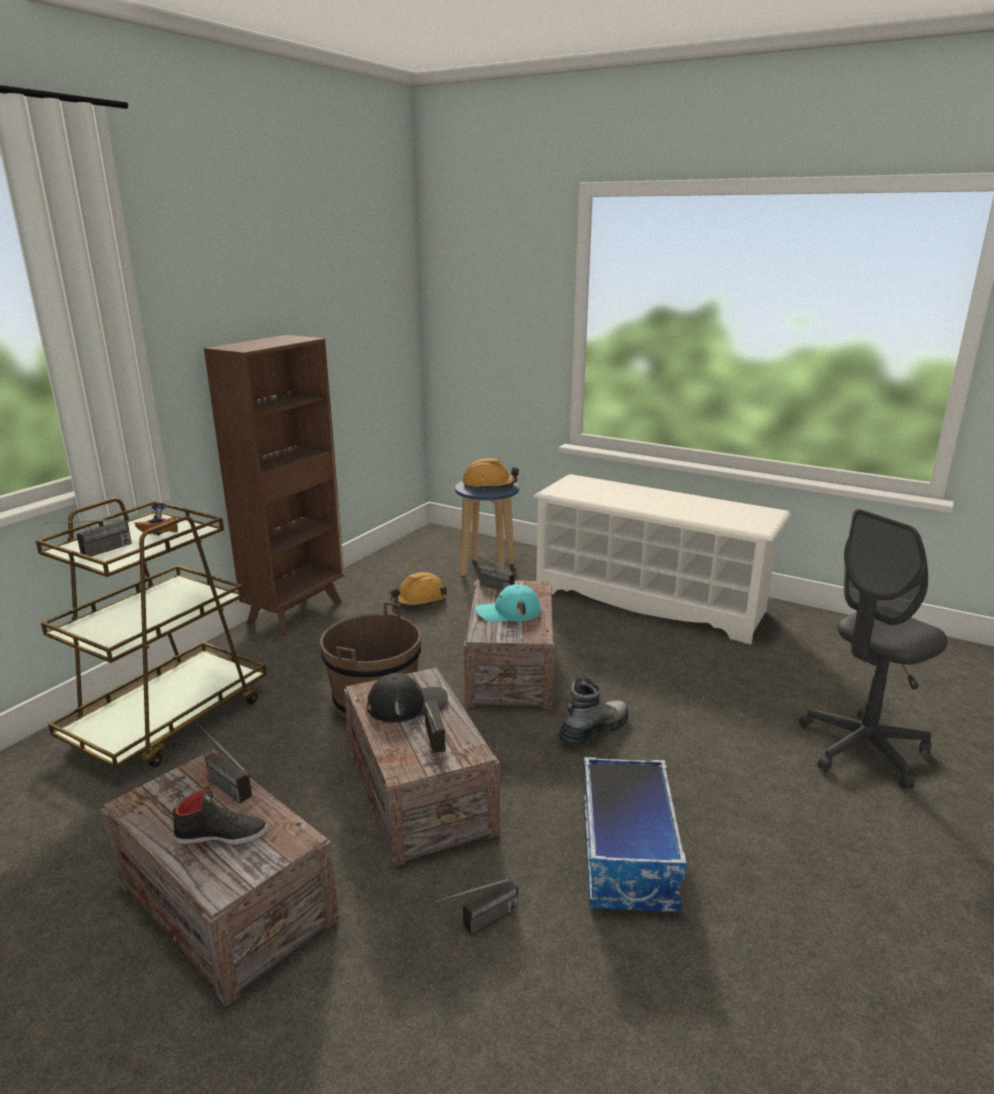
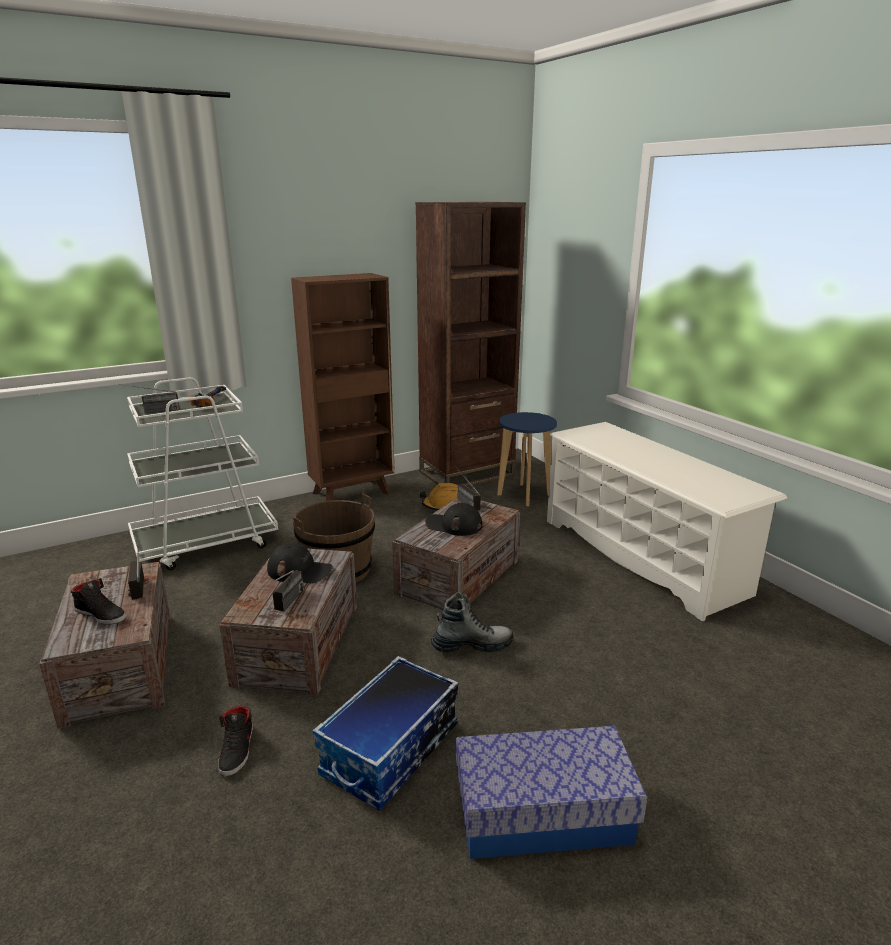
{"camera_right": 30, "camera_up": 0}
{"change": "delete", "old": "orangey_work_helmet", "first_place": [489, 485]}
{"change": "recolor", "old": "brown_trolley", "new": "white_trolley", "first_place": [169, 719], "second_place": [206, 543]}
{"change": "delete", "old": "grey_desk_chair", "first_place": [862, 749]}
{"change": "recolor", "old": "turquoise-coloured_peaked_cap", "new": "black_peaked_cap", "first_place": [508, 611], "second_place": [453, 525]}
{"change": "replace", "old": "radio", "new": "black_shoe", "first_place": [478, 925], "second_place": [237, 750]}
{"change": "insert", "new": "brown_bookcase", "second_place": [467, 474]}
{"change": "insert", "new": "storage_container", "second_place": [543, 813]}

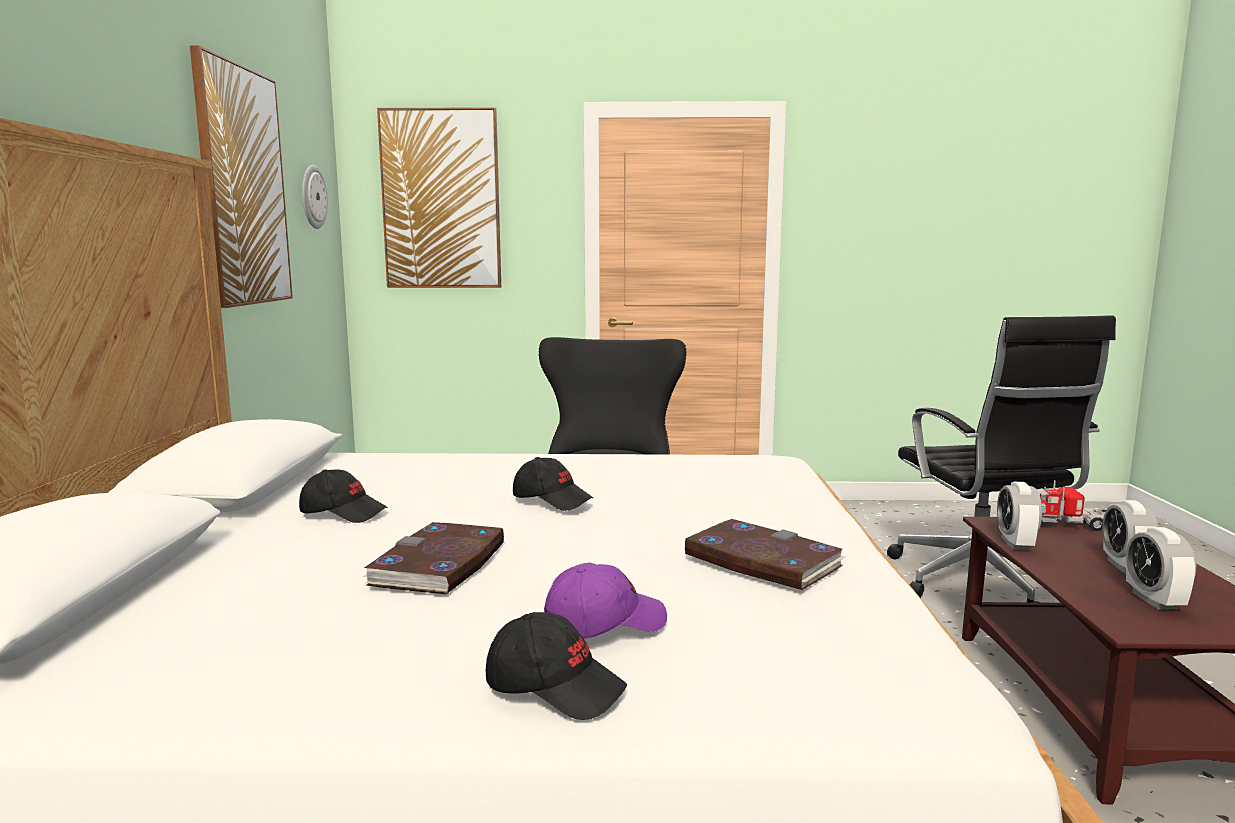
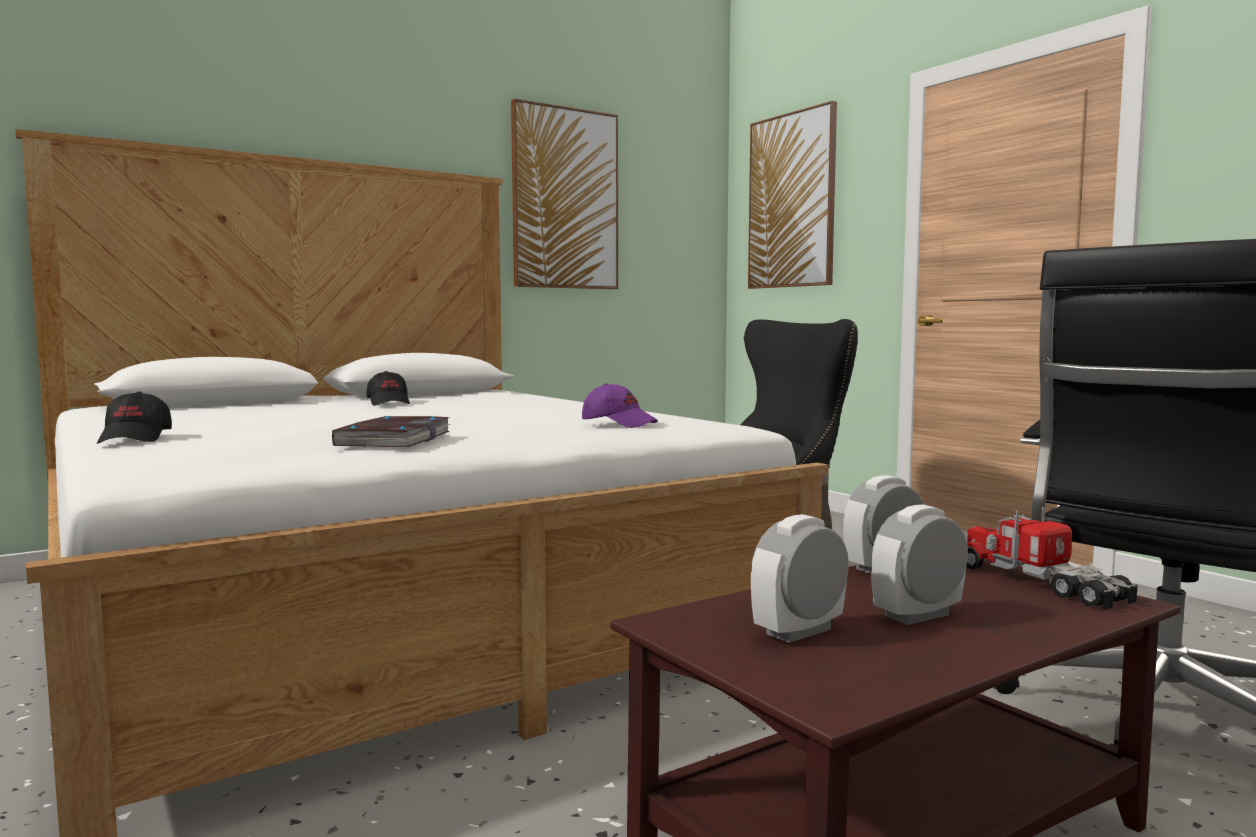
{"camera_right": 55, "camera_up": -5}
{"change": "delete", "old": "wall_clock", "first_place": [312, 197]}
{"change": "delete", "old": "black_peaked_cap", "first_place": [552, 500]}
{"change": "delete", "old": "book", "first_place": [439, 564]}
{"change": "move", "old": "purple_peaked_cap", "first_place": [604, 623], "second_place": [619, 424]}

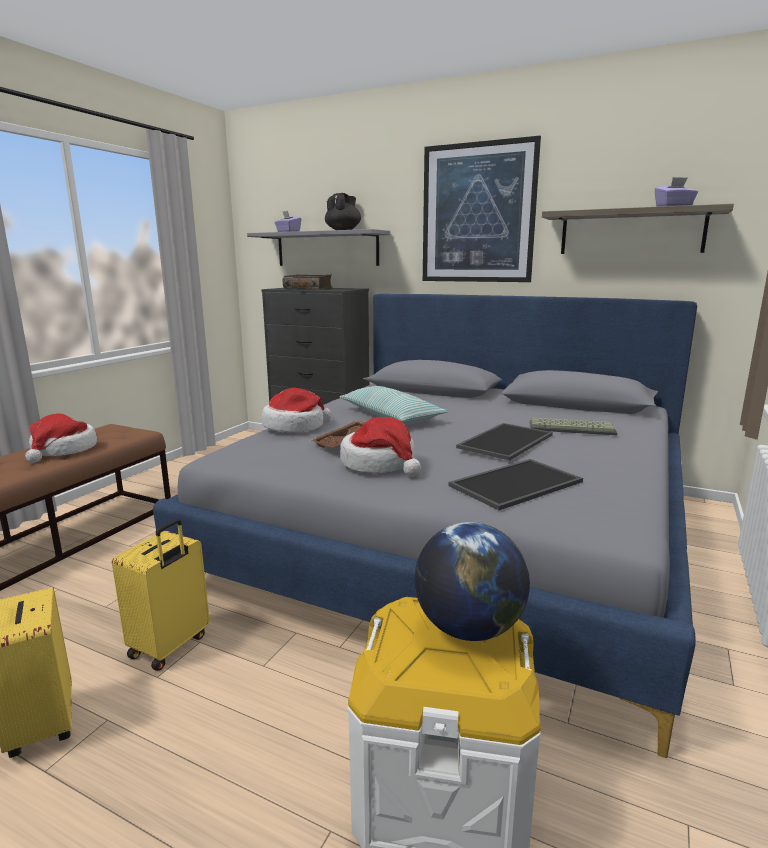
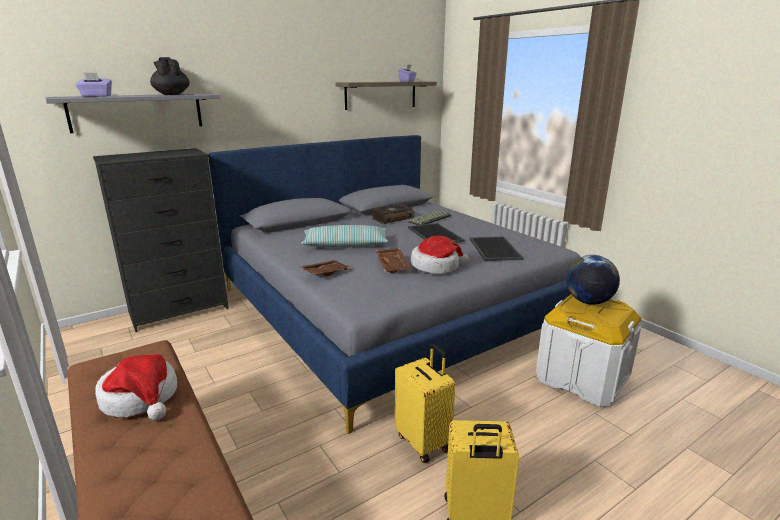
{"camera_right": -60, "camera_up": 5}
{"change": "delete", "old": "wall_art", "first_place": [478, 214]}
{"change": "move", "old": "book", "first_place": [308, 288], "second_place": [392, 219]}
{"change": "replace", "old": "clothing_hat", "new": "brown_carrying_tray", "first_place": [295, 426], "second_place": [325, 273]}

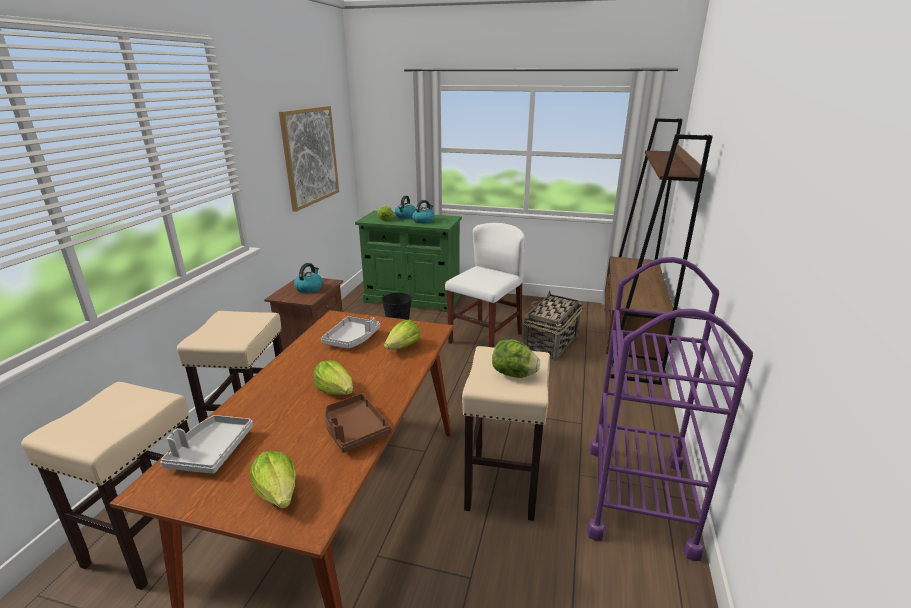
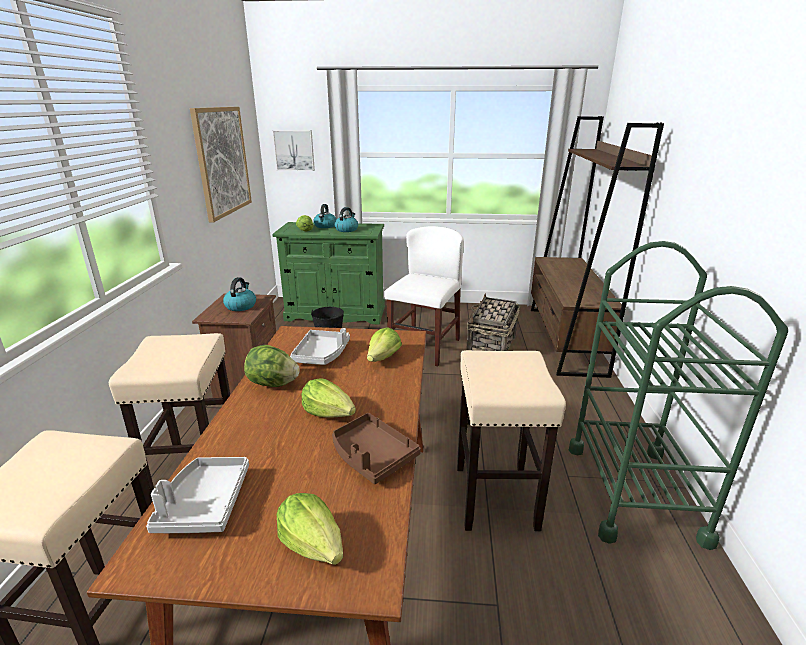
{"camera_right": -10, "camera_up": 0}
{"change": "recolor", "old": "purple_trolley", "new": "green-coloured_trolley", "first_place": [638, 497], "second_place": [633, 491]}
{"change": "move", "old": "lettuce", "first_place": [513, 374], "second_place": [273, 384]}
{"change": "insert", "new": "wall_art", "second_place": [294, 150]}

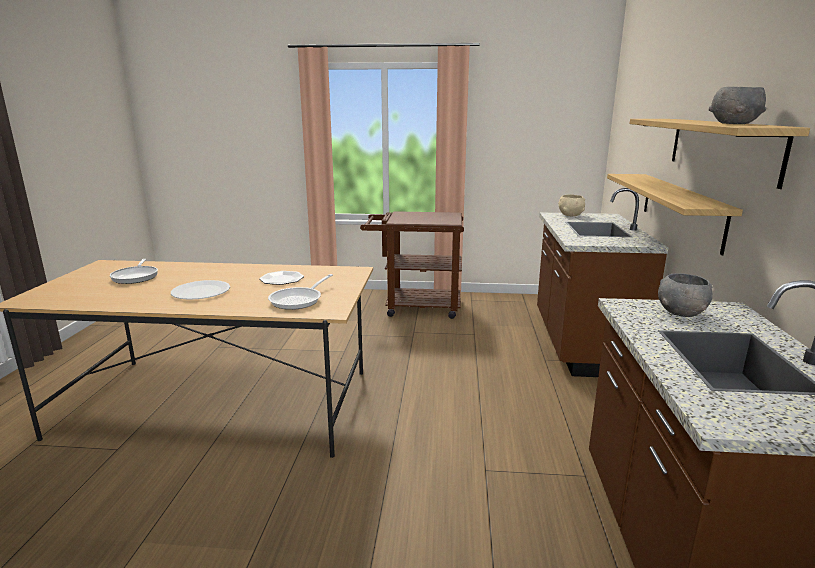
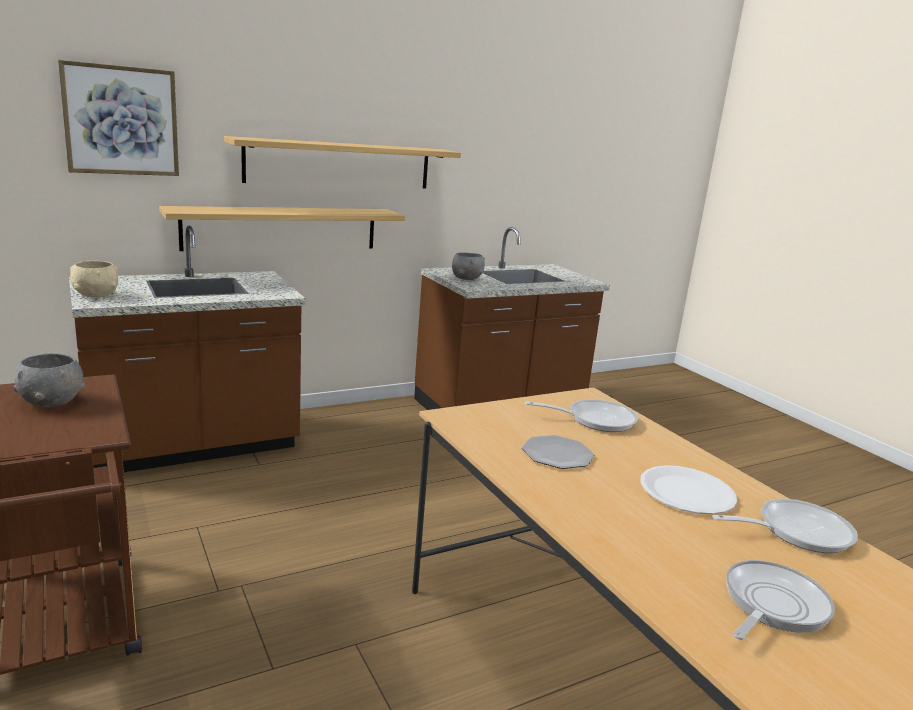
{"camera_right": -125, "camera_up": 0}
{"change": "move", "old": "grey_bowl", "first_place": [733, 124], "second_place": [51, 402]}
{"change": "insert", "new": "wall_art", "second_place": [121, 120]}
{"change": "insert", "new": "skillet", "second_place": [795, 531]}

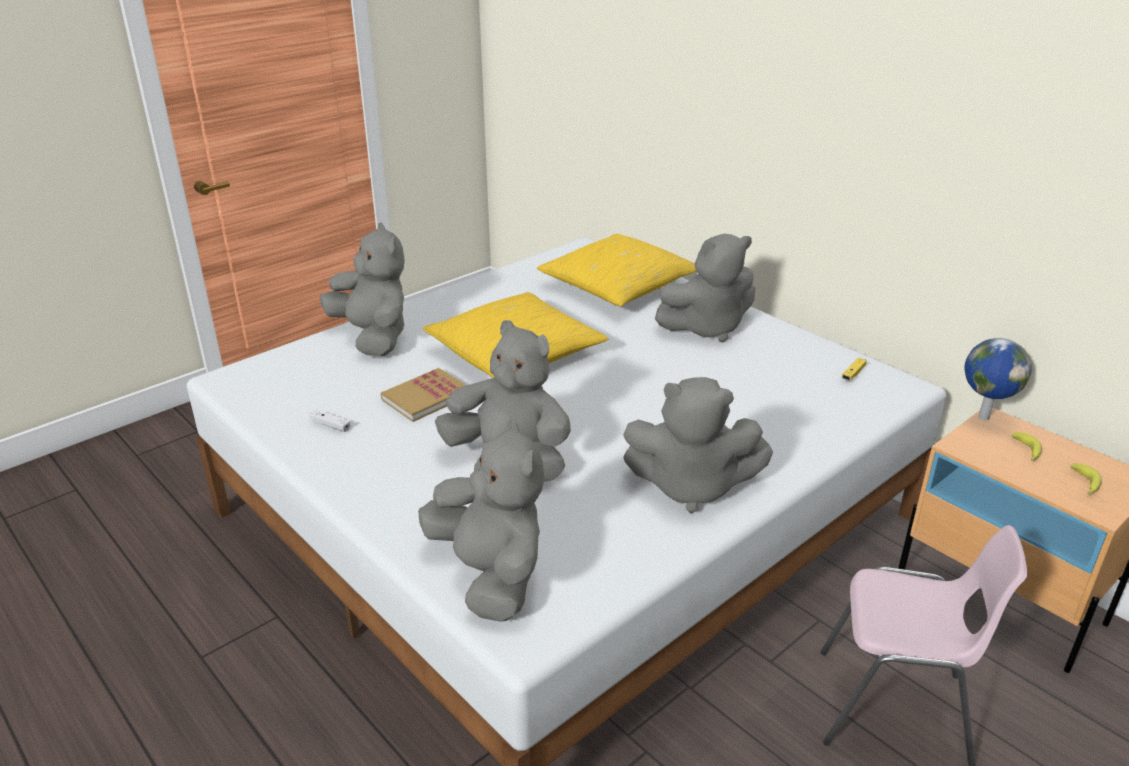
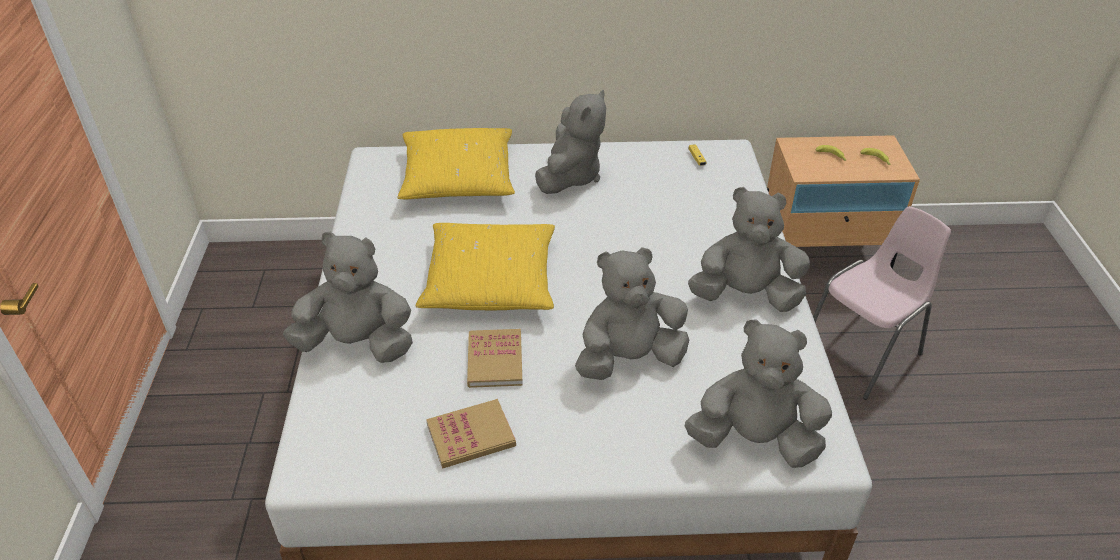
{"camera_right": -50, "camera_up": 10}
{"change": "delete", "old": "world_globe", "first_place": [982, 417]}
{"change": "rotate", "old": "grey_plush_toy", "first_place": [691, 486], "second_place": [745, 295], "degrees": -135}
{"change": "replace", "old": "white_gamepad", "new": "book", "first_place": [330, 425], "second_place": [471, 436]}

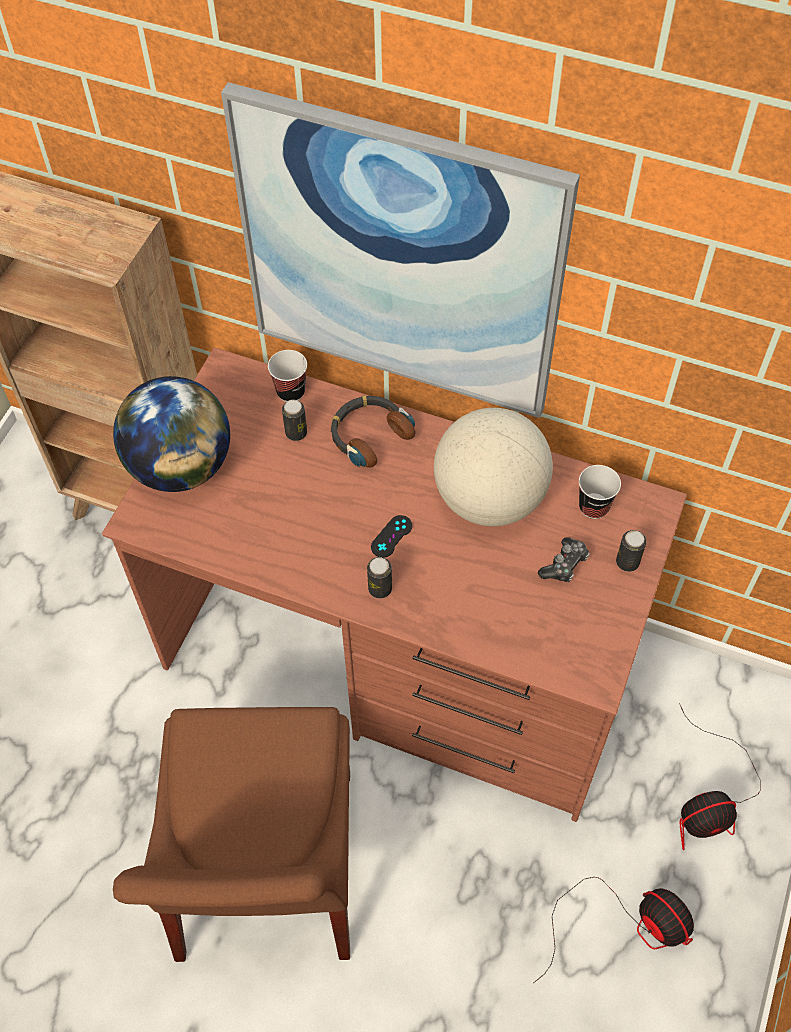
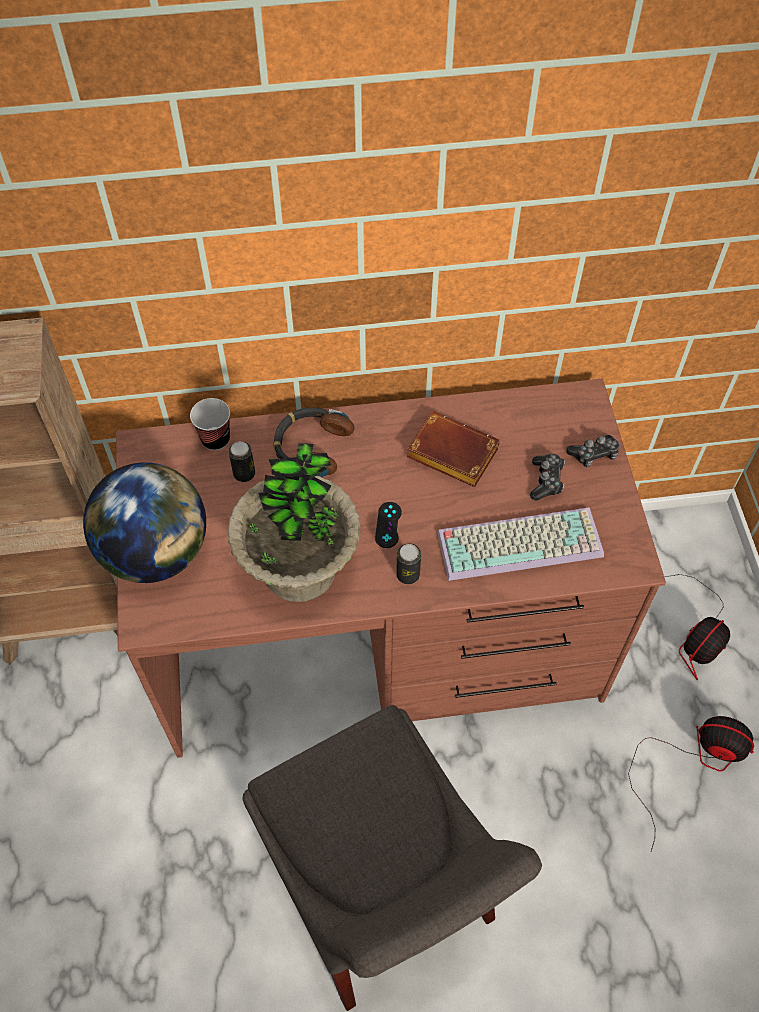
{"camera_right": -30, "camera_up": 0}
{"change": "delete", "old": "wall_art", "first_place": [399, 259]}
{"change": "replace", "old": "world_globe", "new": "brown_book", "first_place": [489, 499], "second_place": [449, 454]}
{"change": "delete", "old": "drinking_cup", "first_place": [593, 507]}
{"change": "replace", "old": "sealed_can", "new": "gamepad", "first_place": [627, 562], "second_place": [594, 455]}
{"change": "recolor", "old": "brown_upright_chair", "new": "grey_upright_chair", "first_place": [264, 875], "second_place": [379, 889]}
{"change": "insert", "new": "potted_plant", "second_place": [299, 570]}
{"change": "insert", "new": "computer_keyboard", "second_place": [521, 541]}

